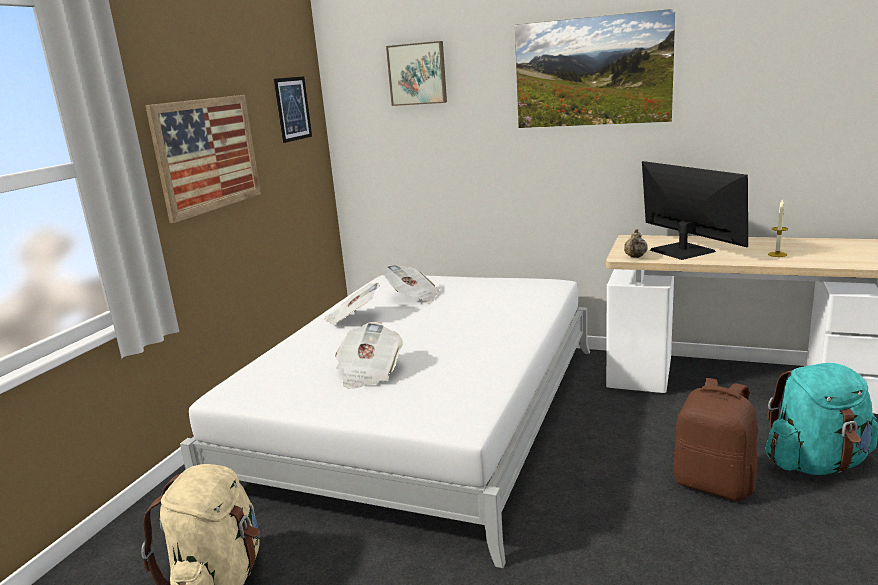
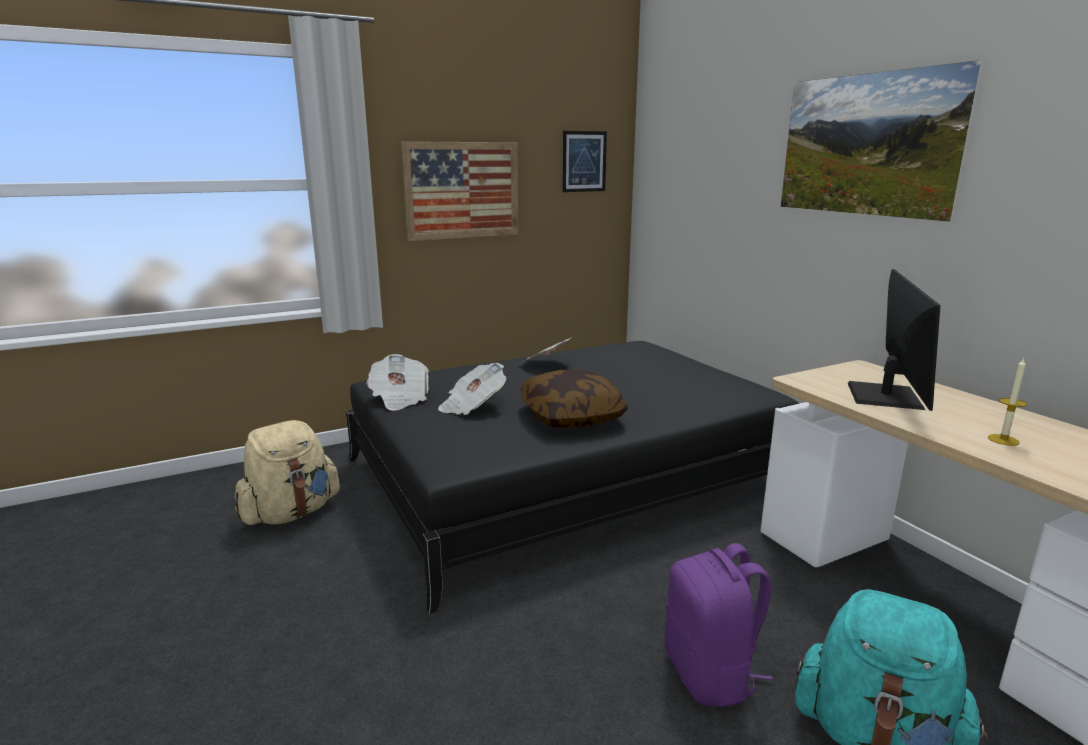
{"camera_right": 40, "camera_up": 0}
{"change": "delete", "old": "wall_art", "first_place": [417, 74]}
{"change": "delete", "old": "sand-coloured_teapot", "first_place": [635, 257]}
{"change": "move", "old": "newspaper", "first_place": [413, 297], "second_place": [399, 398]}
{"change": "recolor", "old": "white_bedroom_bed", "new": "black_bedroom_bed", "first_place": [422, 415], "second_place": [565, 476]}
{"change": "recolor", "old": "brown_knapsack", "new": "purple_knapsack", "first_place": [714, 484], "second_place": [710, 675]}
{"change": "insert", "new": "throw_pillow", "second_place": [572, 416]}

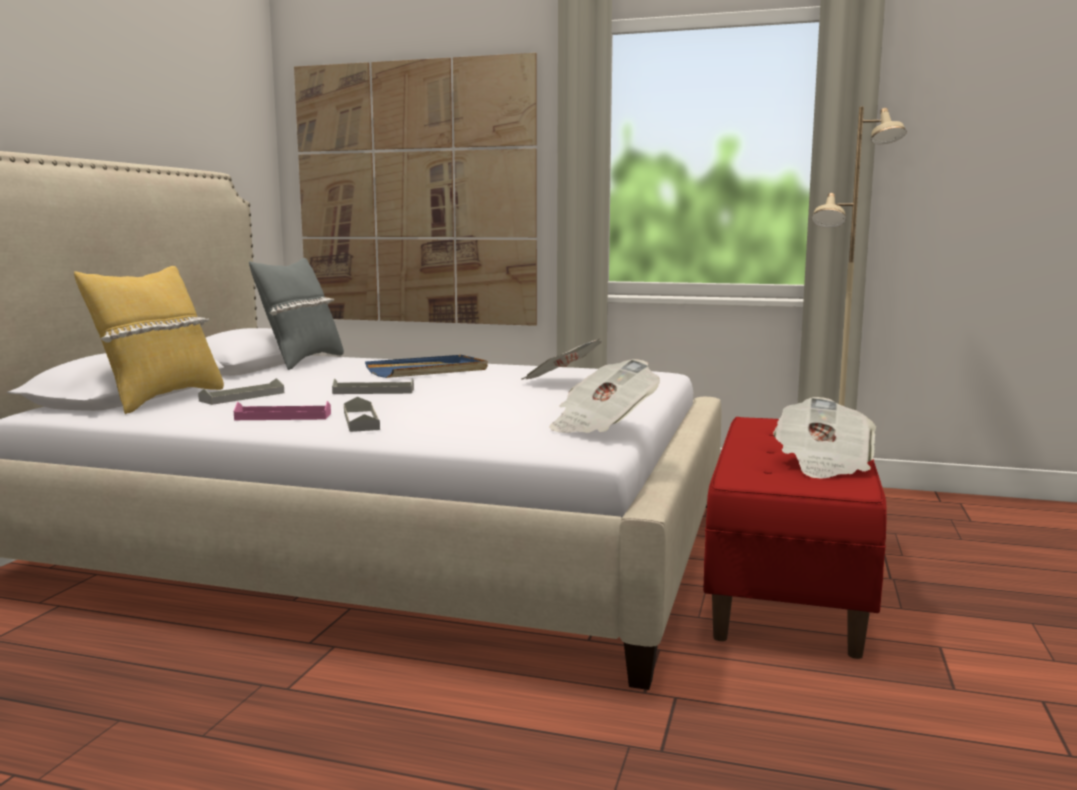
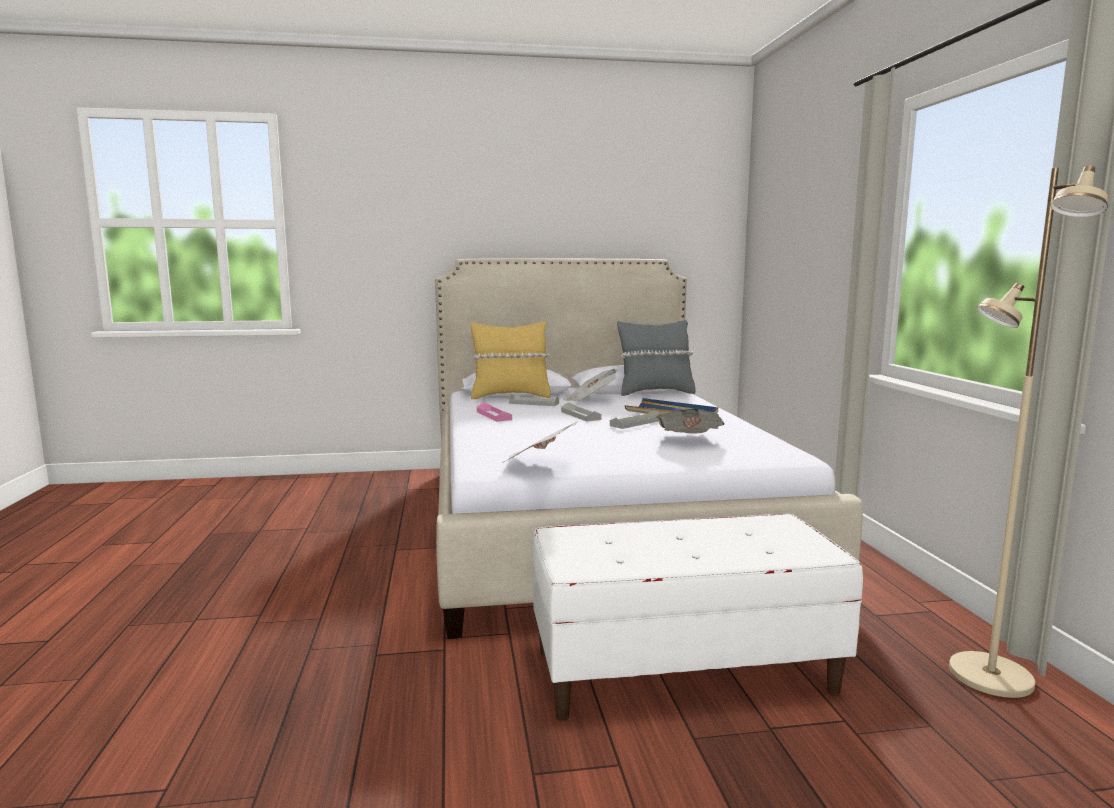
{"camera_right": 65, "camera_up": 0}
{"change": "delete", "old": "wall_art", "first_place": [415, 194]}
{"change": "move", "old": "grey_carrying_tray", "first_place": [361, 420], "second_place": [635, 423]}
{"change": "move", "old": "newspaper", "first_place": [823, 465], "second_place": [590, 400]}
{"change": "recolor", "old": "reddish_bench", "new": "white_bench", "first_place": [787, 585], "second_place": [683, 670]}

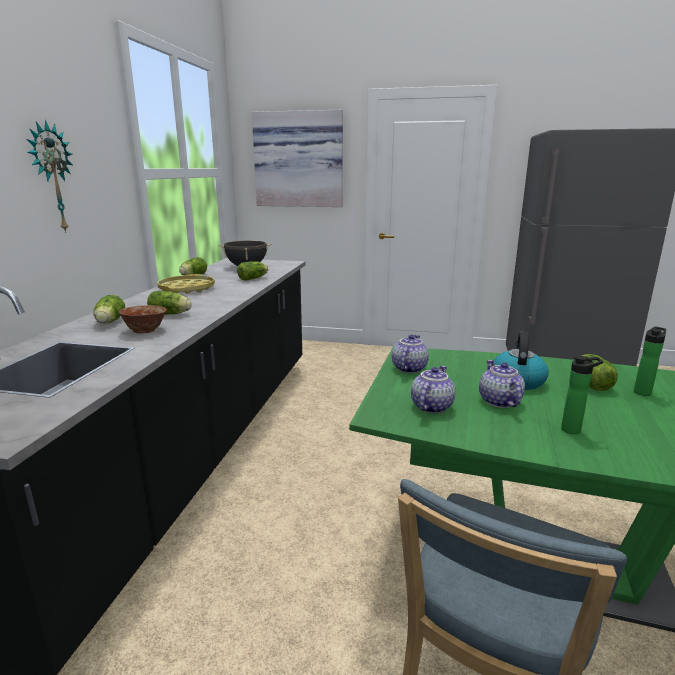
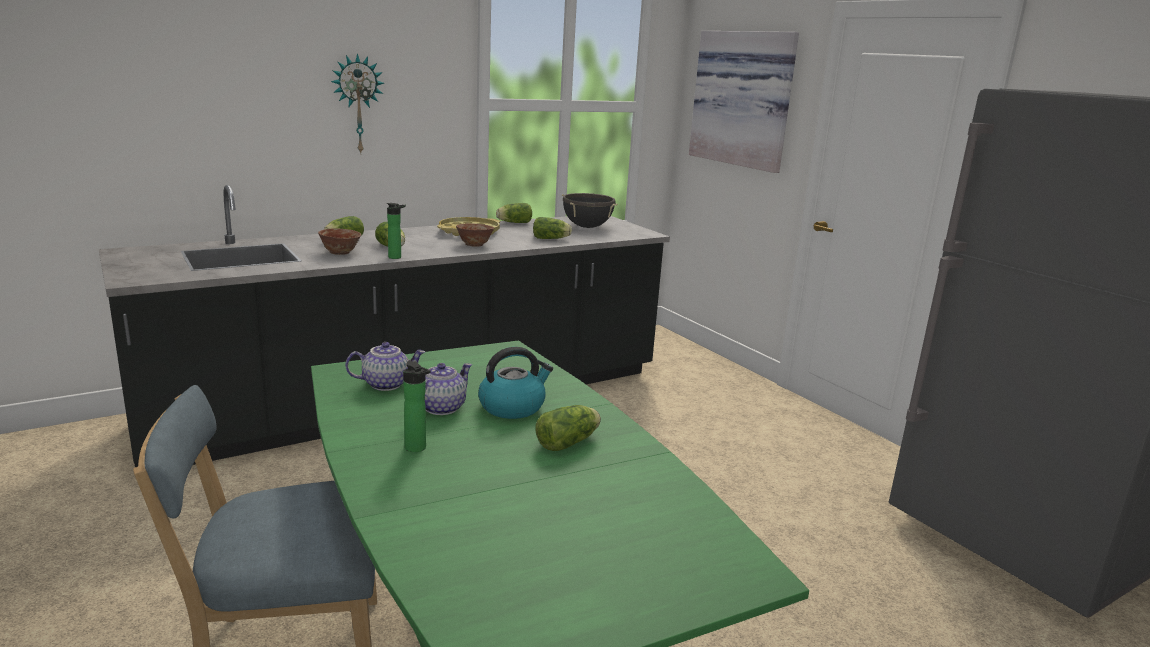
{"camera_right": 45, "camera_up": 0}
{"change": "move", "old": "drink_bottle", "first_place": [643, 392], "second_place": [397, 257]}
{"change": "delete", "old": "teapot", "first_place": [408, 368]}
{"change": "insert", "new": "bowl", "second_place": [474, 245]}

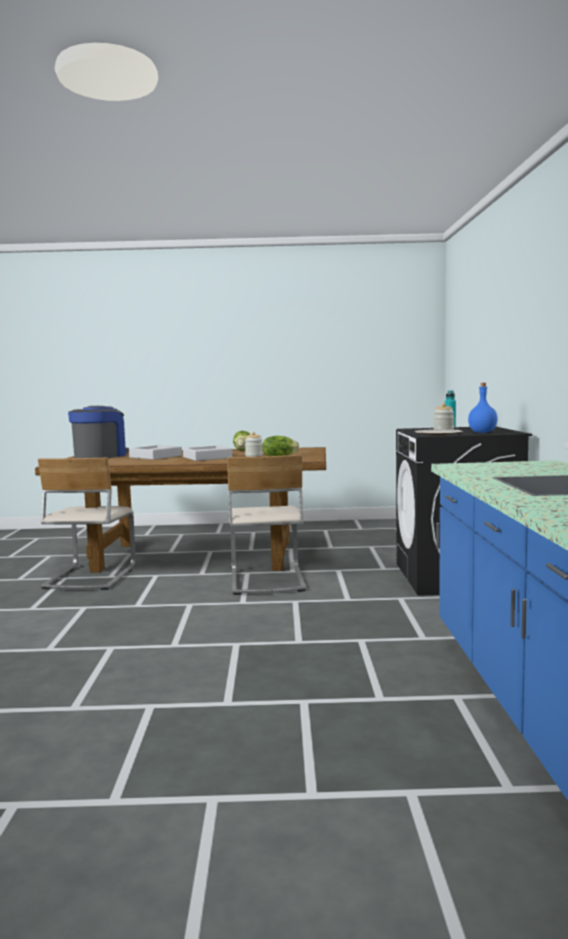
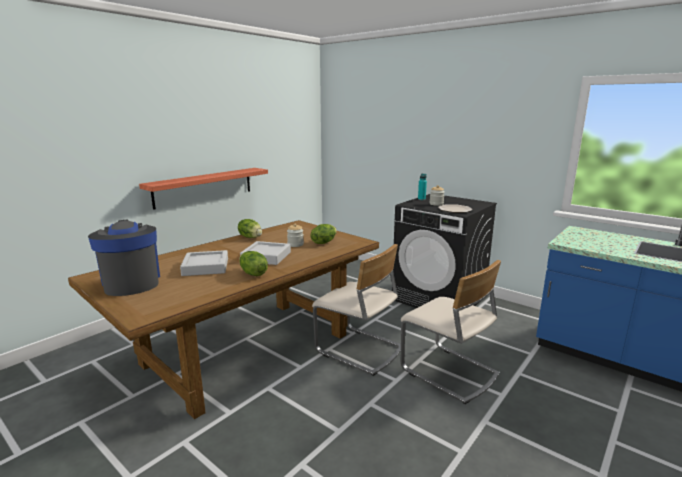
{"camera_right": -50, "camera_up": 10}
{"change": "delete", "old": "blue-coloured_drink_bottle", "first_place": [482, 432]}
{"change": "move", "old": "sand-coloured_upright_chair", "first_place": [89, 577], "second_place": [448, 372]}
{"change": "insert", "new": "shelf", "second_place": [204, 187]}
{"change": "insert", "new": "lettuce", "second_place": [252, 273]}

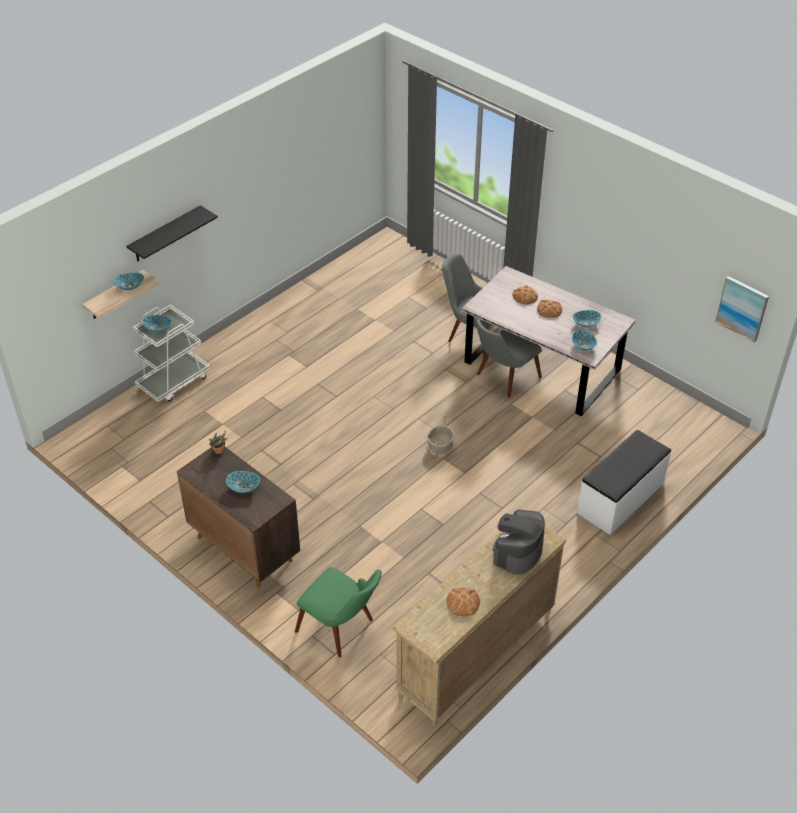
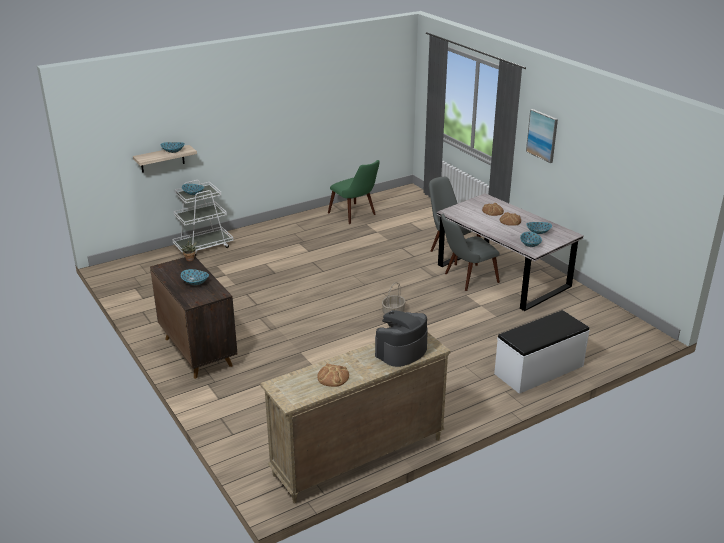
{"camera_right": 15, "camera_up": -15}
{"change": "delete", "old": "black_shelf", "first_place": [165, 234]}
{"change": "move", "old": "wall_art", "first_place": [742, 308], "second_place": [542, 135]}
{"change": "move", "old": "green-coloured_upright_chair", "first_place": [342, 629], "second_place": [356, 215]}

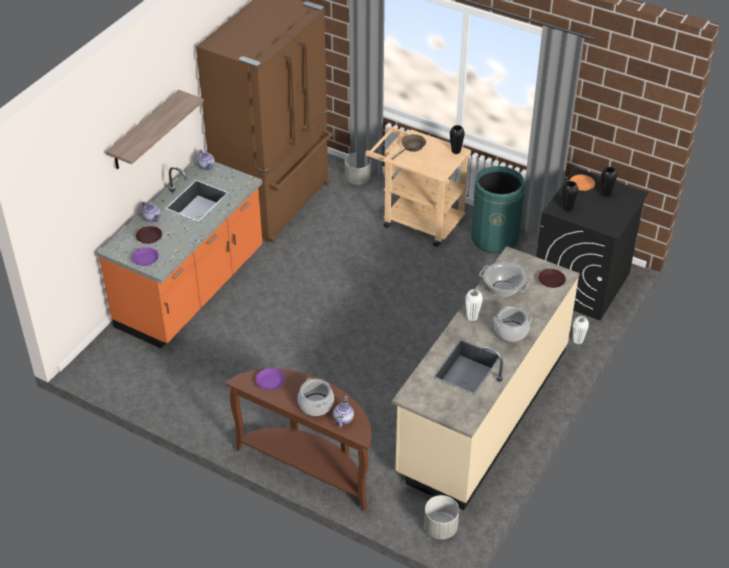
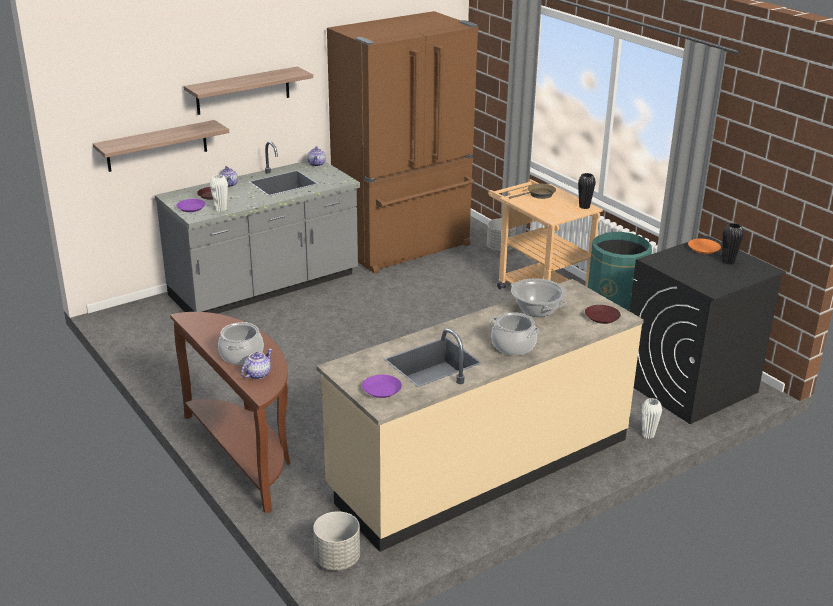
{"camera_right": 25, "camera_up": -15}
{"change": "recolor", "old": "orangey_kitchen_base_unit", "new": "grey_kitchen_base_unit", "first_place": [192, 289], "second_place": [265, 287]}
{"change": "delete", "old": "black_flower_vase", "first_place": [567, 208]}
{"change": "move", "old": "white_flower_vase", "first_place": [472, 317], "second_place": [220, 209]}
{"change": "move", "old": "purple_dinner_plate", "first_place": [270, 381], "second_place": [381, 389]}
{"change": "insert", "new": "shelf", "second_place": [157, 146]}

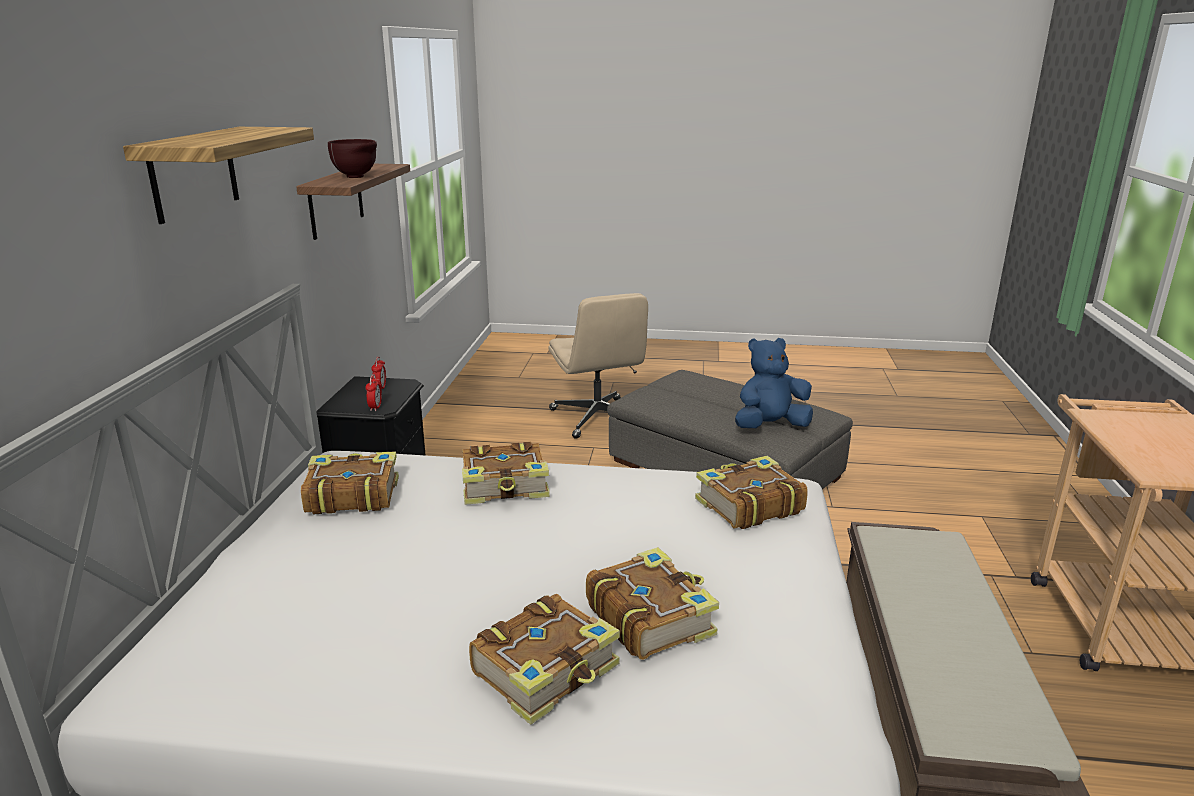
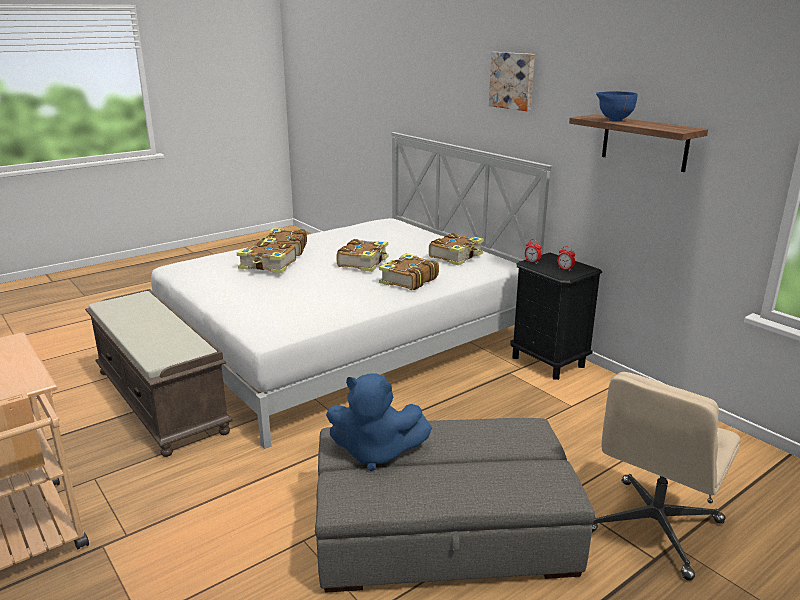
{"camera_right": 135, "camera_up": 0}
{"change": "replace", "old": "shelf", "new": "wall_art", "first_place": [194, 173], "second_place": [513, 80]}
{"change": "recolor", "old": "brown_bowl", "new": "blue-coloured_bowl", "first_place": [357, 177], "second_place": [613, 120]}
{"change": "rotate", "old": "sand-coloured_desk_chair", "first_place": [598, 419], "second_place": [653, 528], "degrees": -75}
{"change": "rotate", "old": "blue-coloured_plush_toy", "first_place": [770, 426], "second_place": [375, 453], "degrees": 75}
{"change": "move", "old": "book", "first_place": [747, 505], "second_place": [364, 262]}

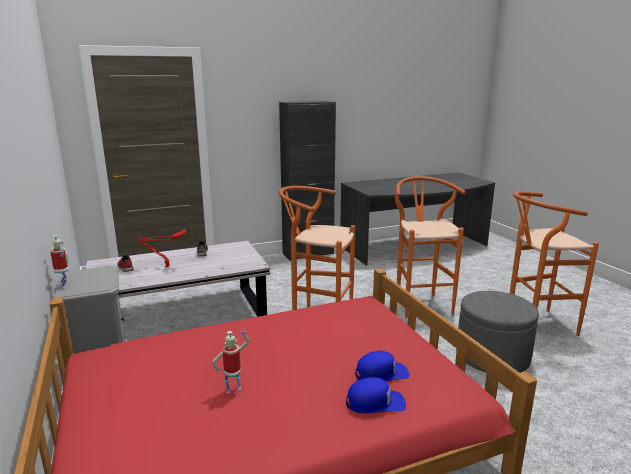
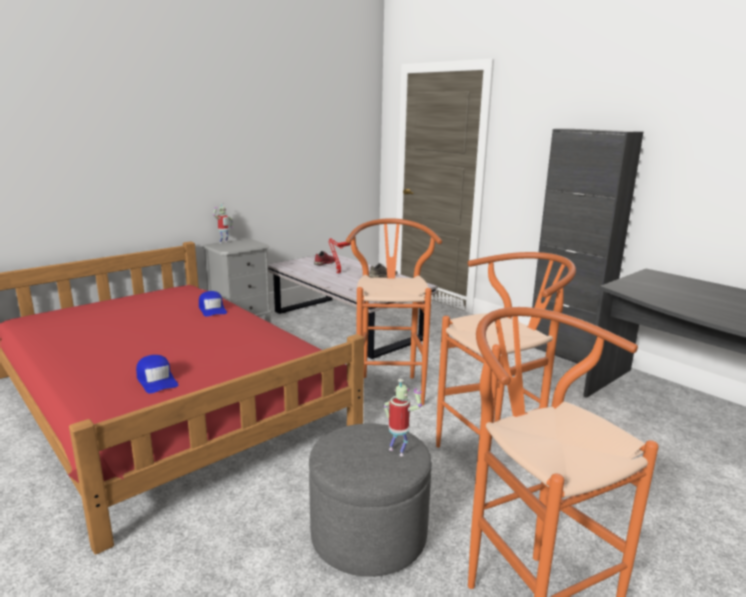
{"camera_right": 70, "camera_up": 0}
{"change": "move", "old": "robot_figure", "first_place": [233, 389], "second_place": [398, 451]}
{"change": "move", "old": "blue-coloured_peaked_cap", "first_place": [375, 402], "second_place": [212, 309]}

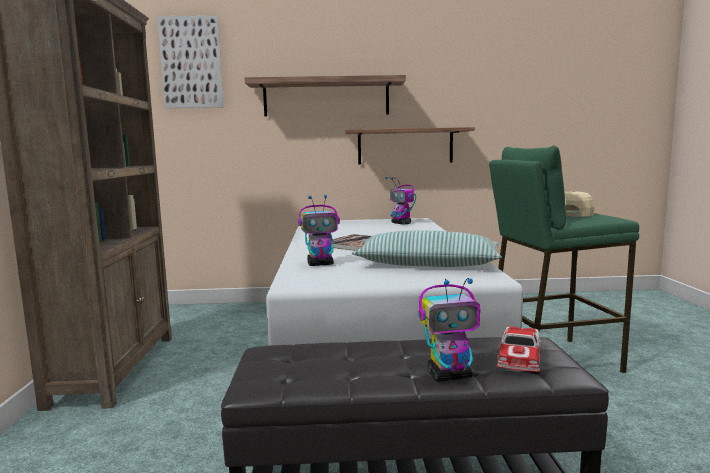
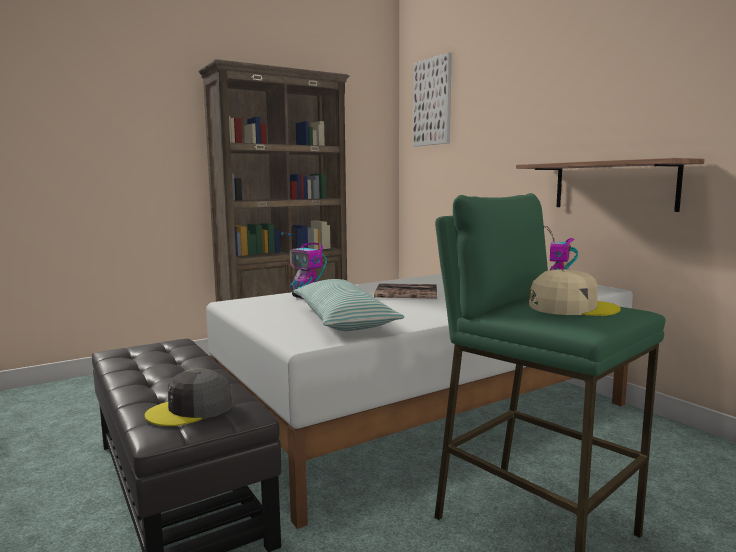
{"camera_right": 60, "camera_up": 0}
{"change": "delete", "old": "shelf", "first_place": [326, 98]}
{"change": "delete", "old": "robot_figure", "first_place": [450, 375]}
{"change": "replace", "old": "toy_car", "new": "grey_peaked_cap", "first_place": [519, 358], "second_place": [191, 409]}

